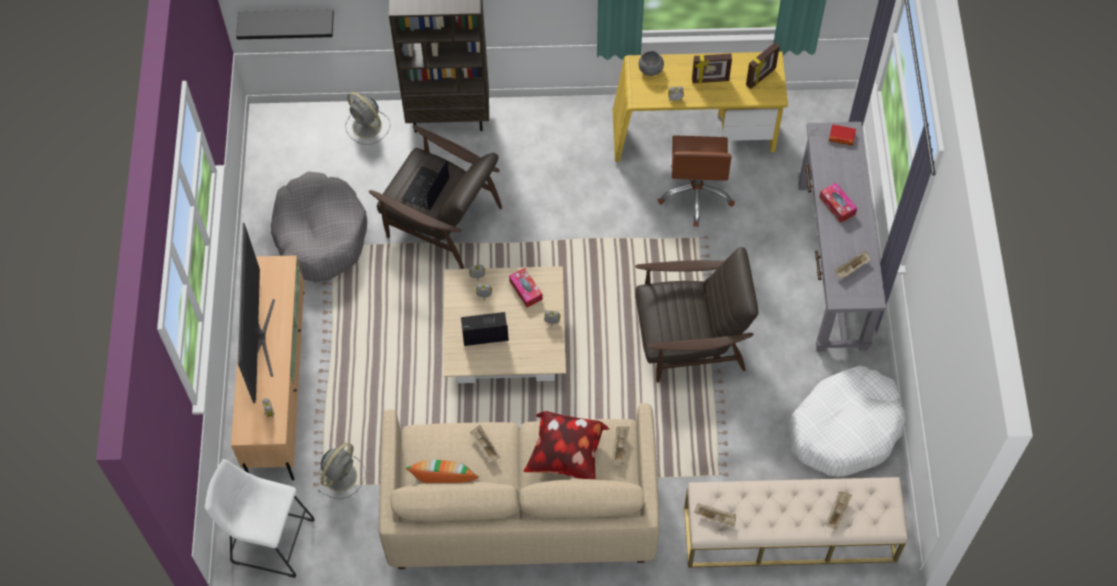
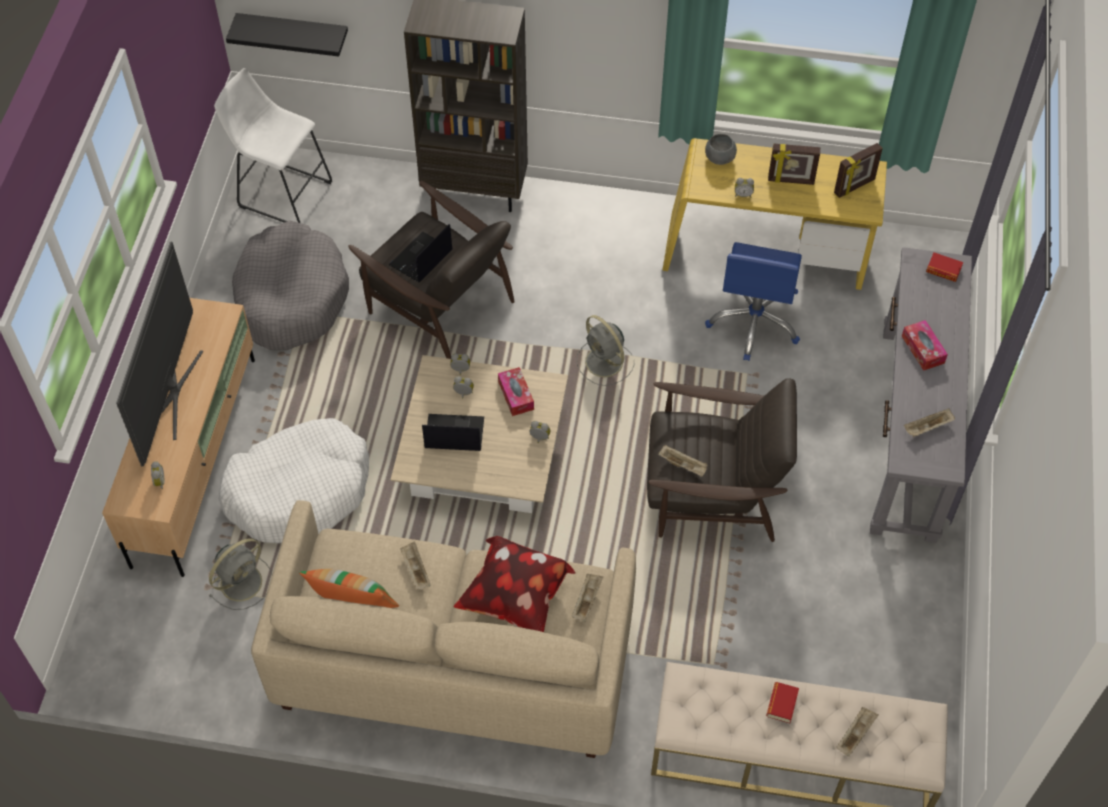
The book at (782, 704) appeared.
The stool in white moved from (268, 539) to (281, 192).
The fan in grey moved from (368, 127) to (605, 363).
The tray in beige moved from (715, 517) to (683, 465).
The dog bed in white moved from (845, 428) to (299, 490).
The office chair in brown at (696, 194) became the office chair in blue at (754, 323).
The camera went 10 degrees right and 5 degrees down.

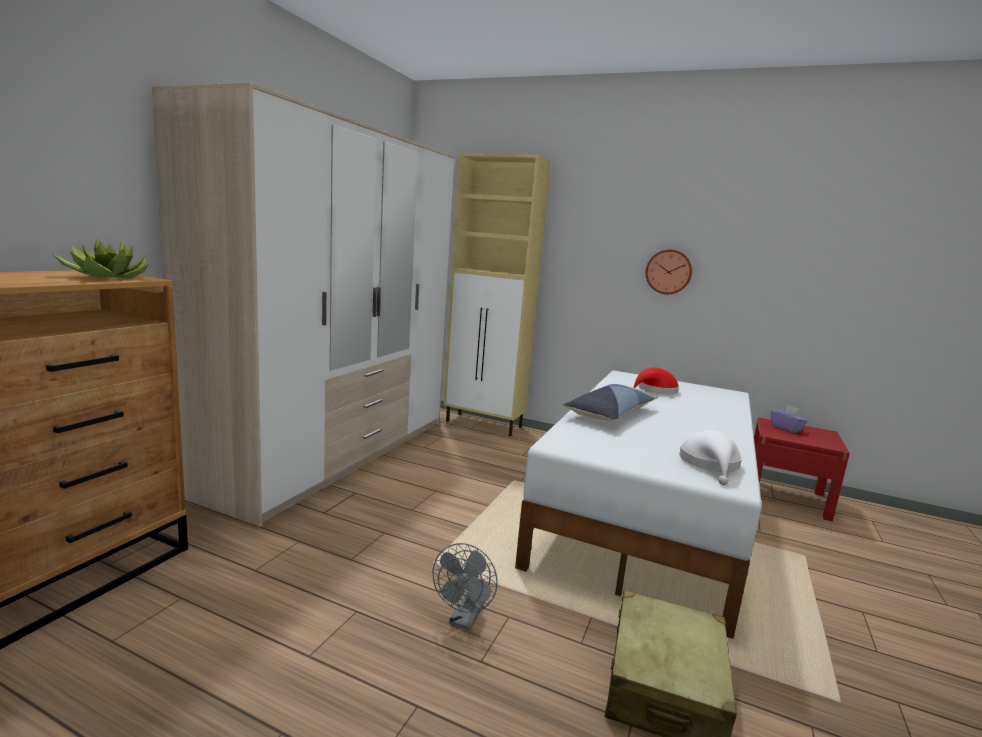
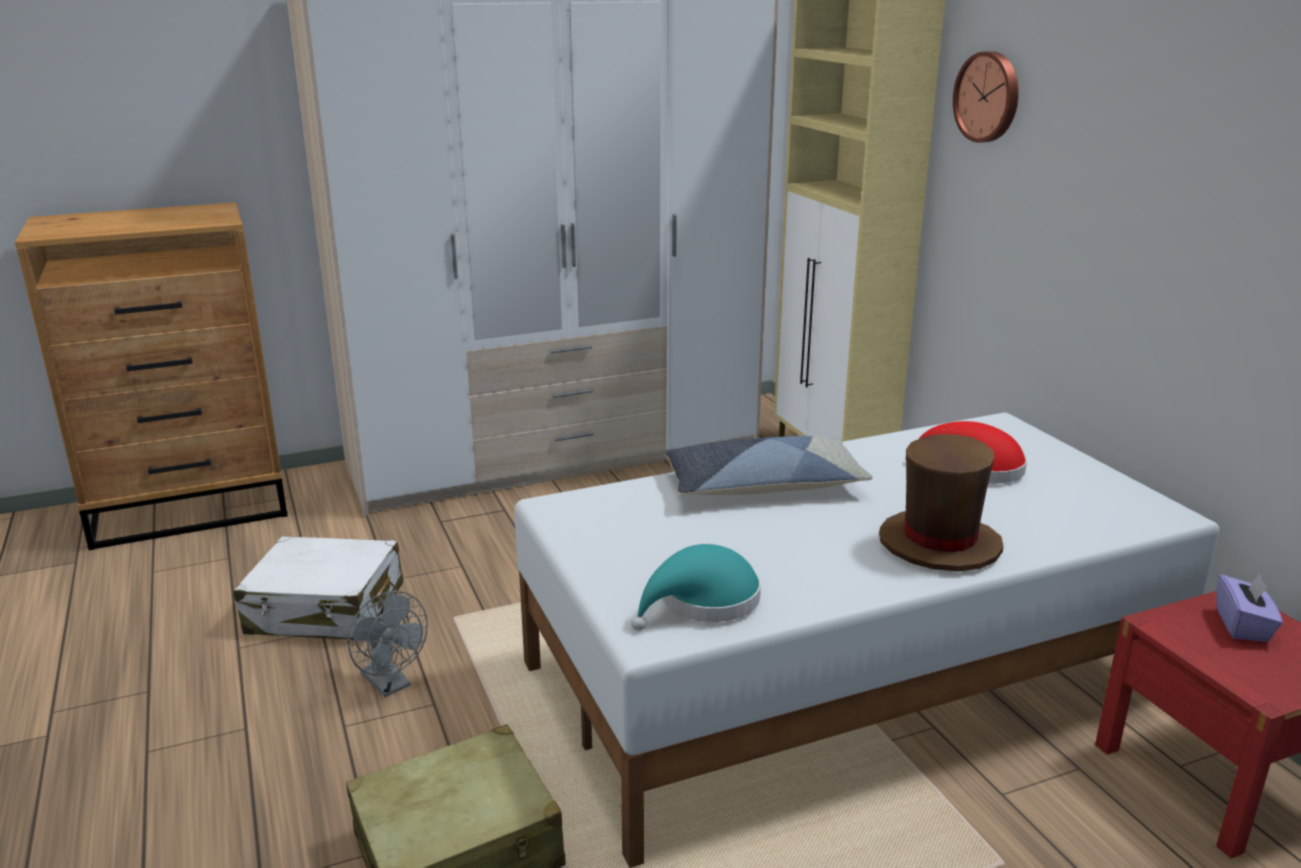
The potted plant at (107, 277) disappeared.
The suitcase in white at (326, 609) appeared.
The hat in brown at (939, 544) appeared.
The wall clock moved from (668, 271) to (989, 97).
The hat in white at (710, 464) became the hat in turquoise at (703, 602).
The fan in grey at (464, 620) turned 105 degrees counterclockwise.
The camera went 45 degrees right and 10 degrees up.

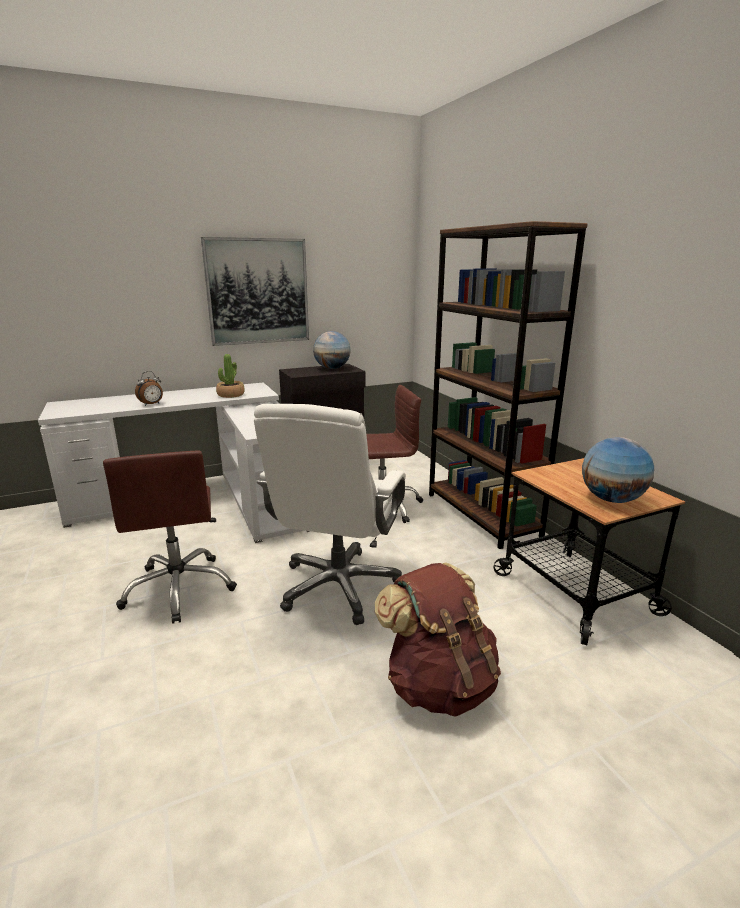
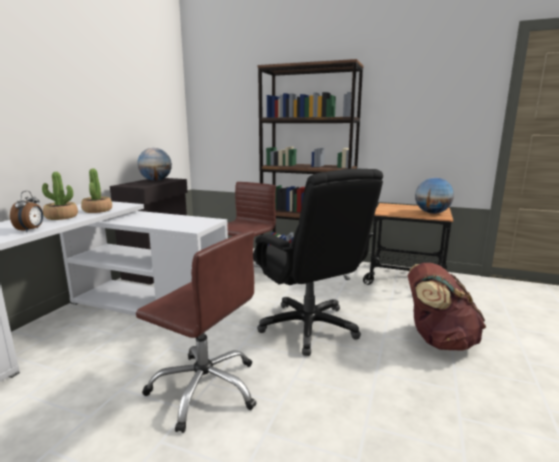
The picture at (258, 291) disappeared.
The potted plant at (61, 217) appeared.
The office chair in white at (339, 586) became the office chair in black at (309, 327).
The camera went 45 degrees left and 5 degrees down.

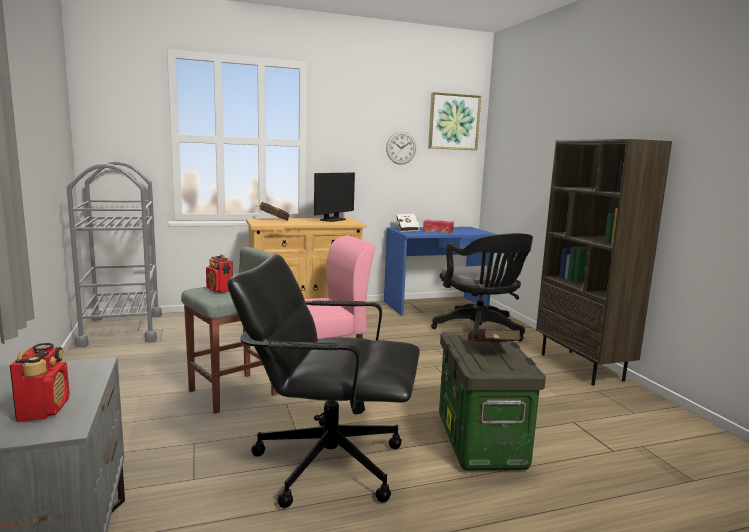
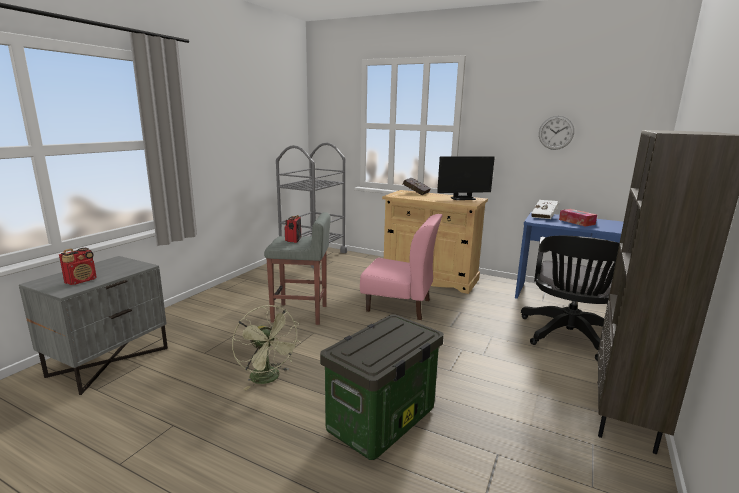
The picture at (453, 122) disappeared.
The book in red at (492, 350) disappeared.
The office chair in black at (327, 462) was replaced by the fan in green at (269, 379).
The camera went 45 degrees right and 5 degrees up.

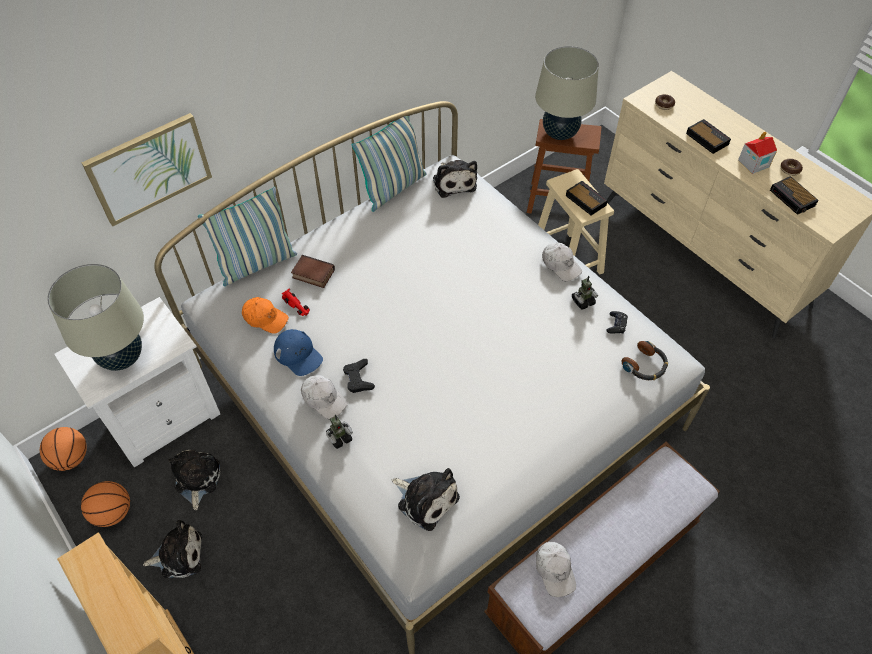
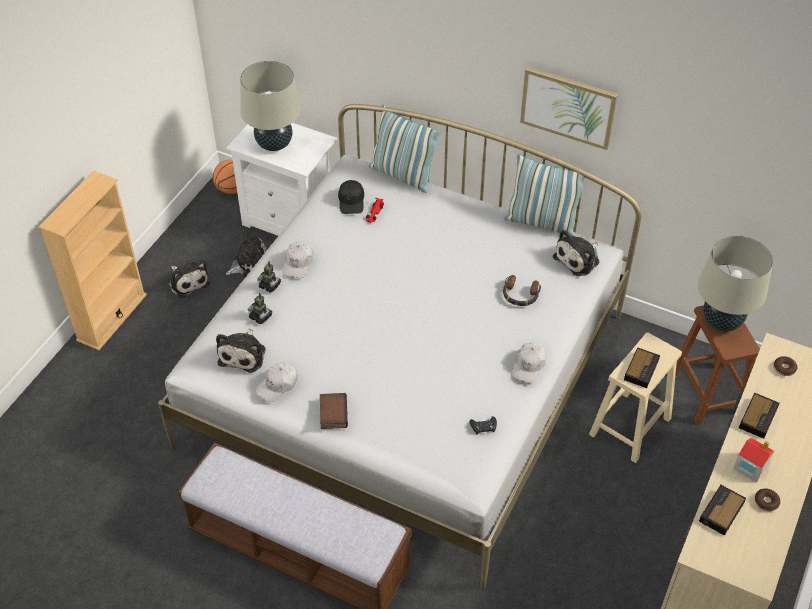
The basketball at (113, 513) disappeared.
The cap in blue at (298, 355) disappeared.
The game controller in black at (358, 378) disappeared.
The picture moved from (149, 168) to (568, 107).
The book moved from (312, 274) to (332, 413).
The cap in white moved from (555, 570) to (278, 385).
The toy robot moved from (583, 301) to (261, 317).
The headphones moved from (645, 365) to (520, 295).
The cap in orange at (265, 318) became the cap in black at (351, 201).
The camera went 65 degrees right and 5 degrees down.

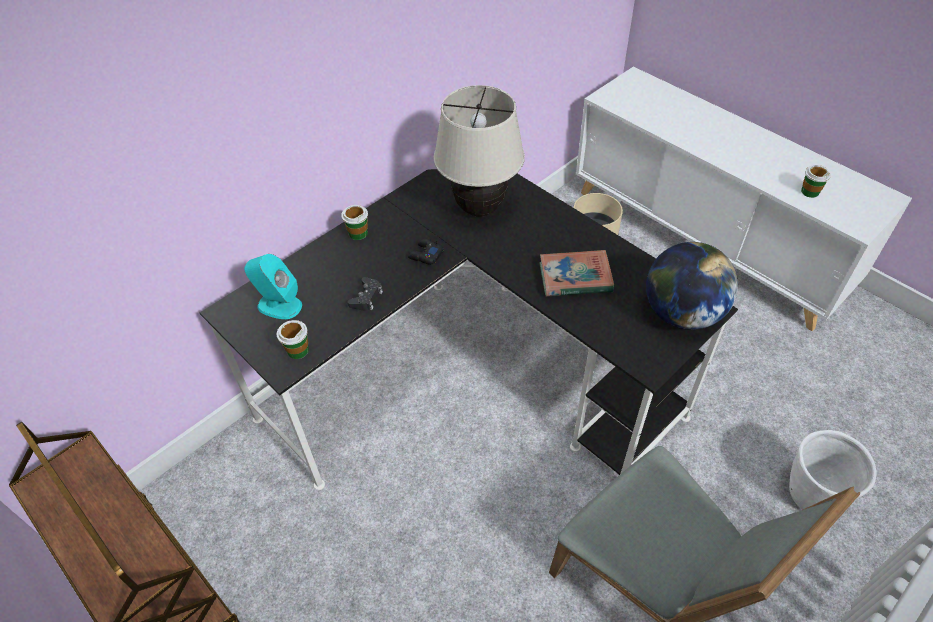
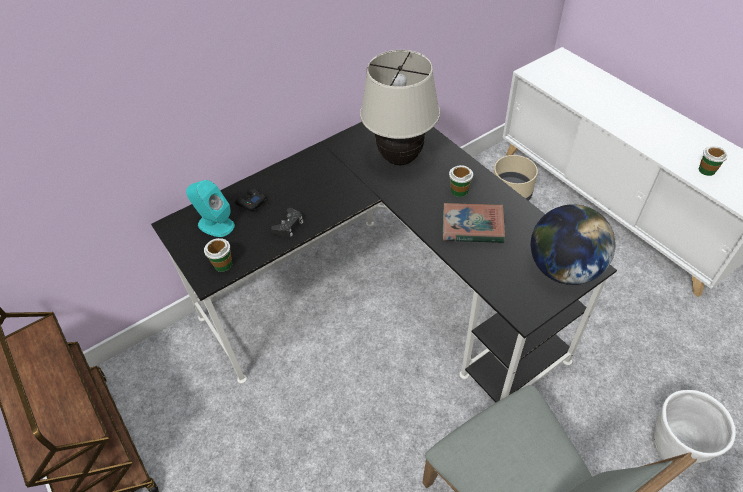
The cup moved from (358, 233) to (459, 190).
The game controller in black moved from (425, 255) to (250, 202).
The camera went 10 degrees right and 0 degrees up.

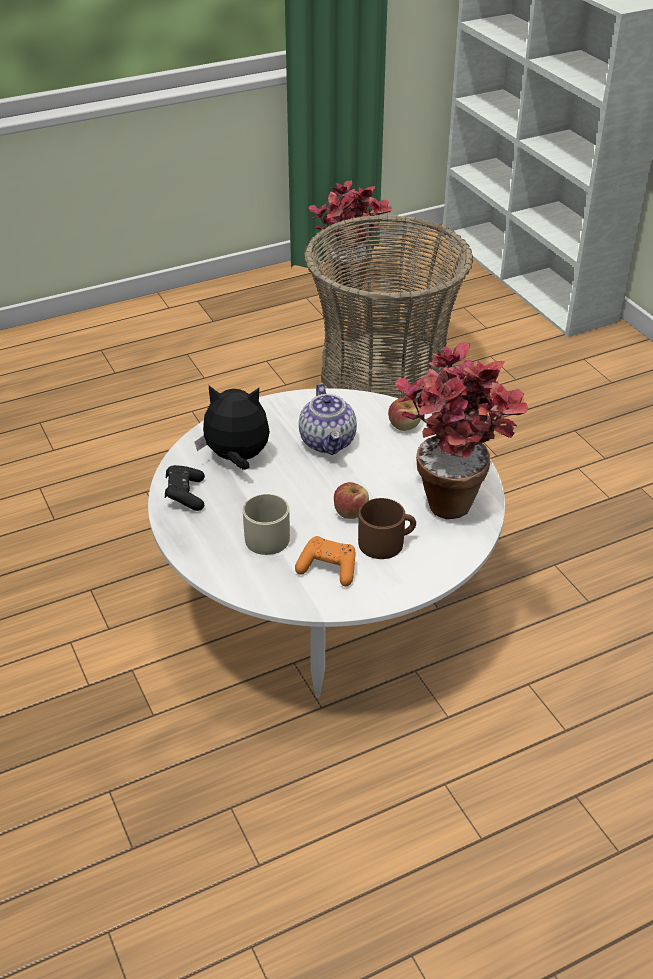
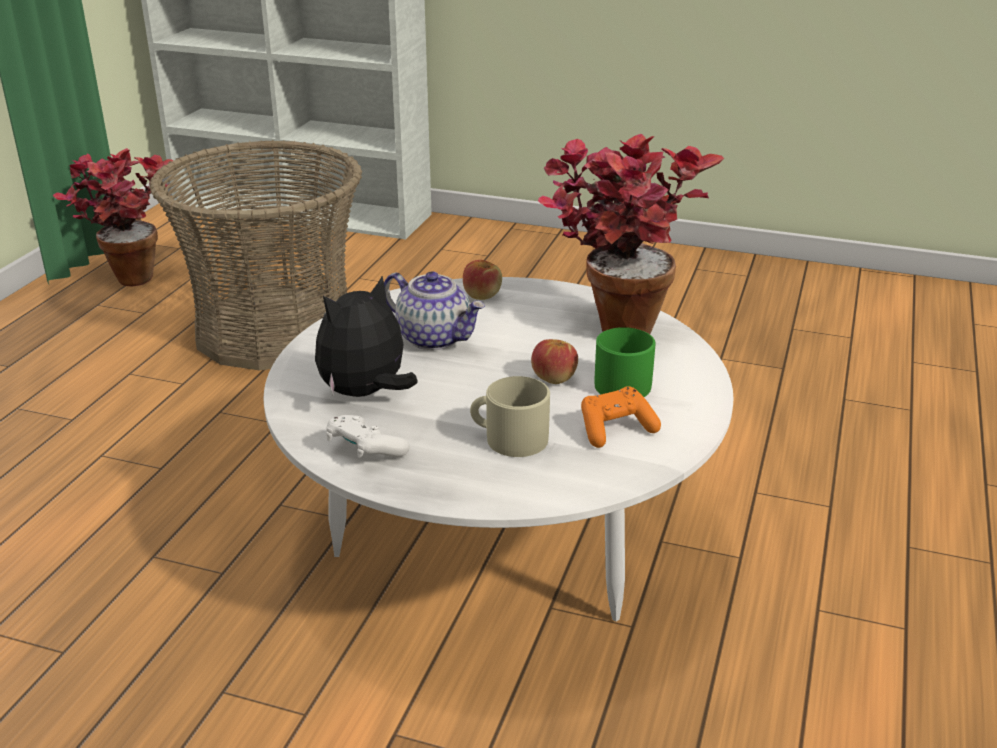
The game controller in black at (185, 495) became the game controller in white at (365, 451).
The mug in brown at (386, 542) became the mug in green at (626, 382).
The camera went 45 degrees left and 10 degrees down.

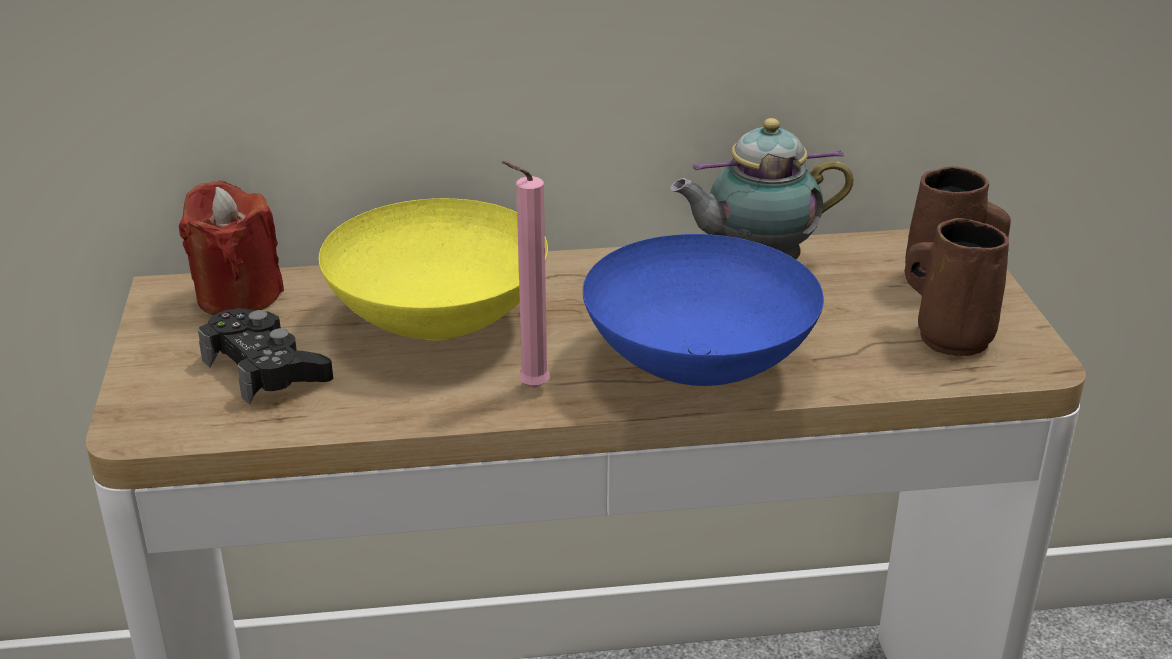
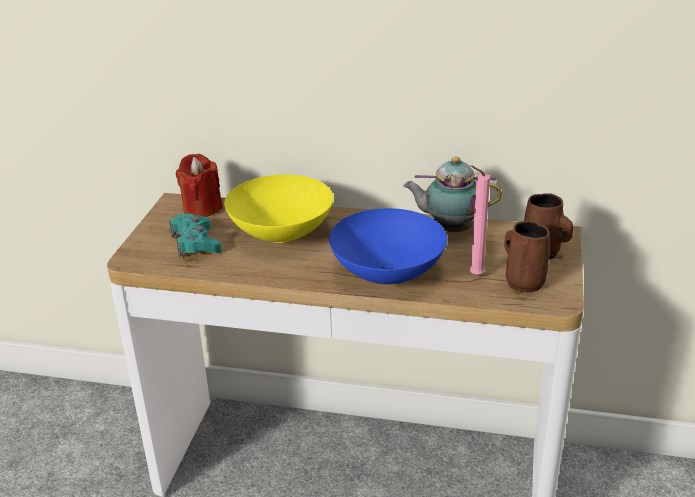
The candle in pink moved from (529, 388) to (474, 275).
The game controller in black at (266, 368) became the game controller in turquoise at (195, 243).
The camera went 20 degrees right and 0 degrees up.

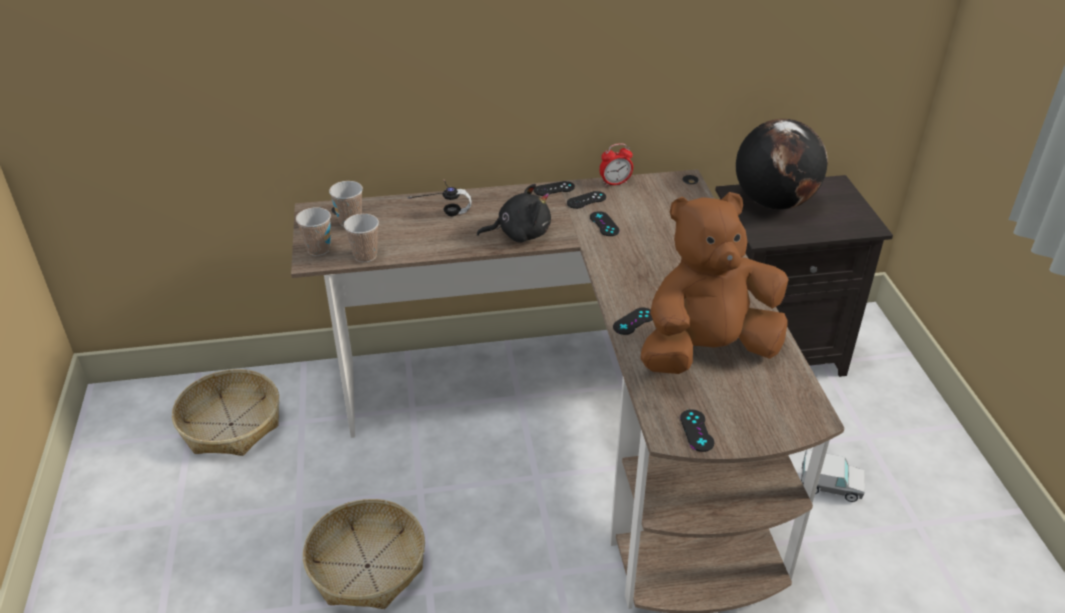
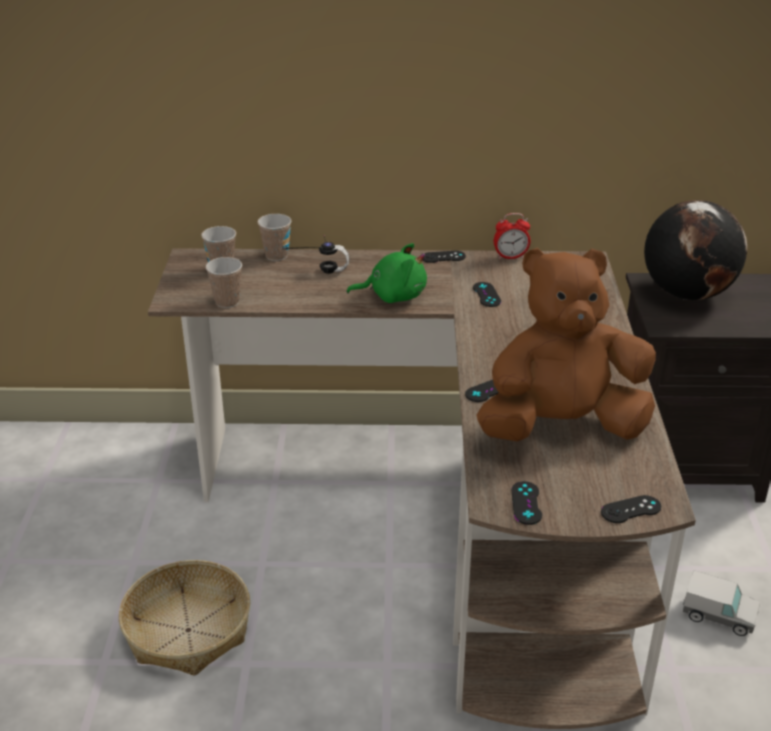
The basket at (231, 425) disappeared.
The cup moved from (318, 249) to (276, 255).
The game controller in black moved from (586, 200) to (631, 509).
The plush toy in black at (520, 234) became the plush toy in green at (393, 296).
The camera went 10 degrees right and 5 degrees down.

